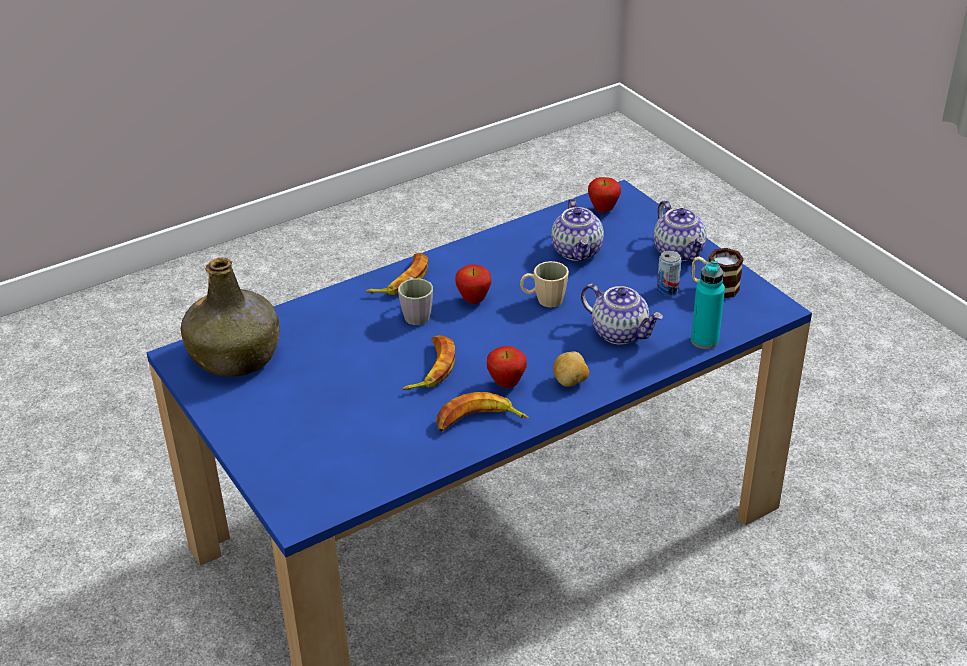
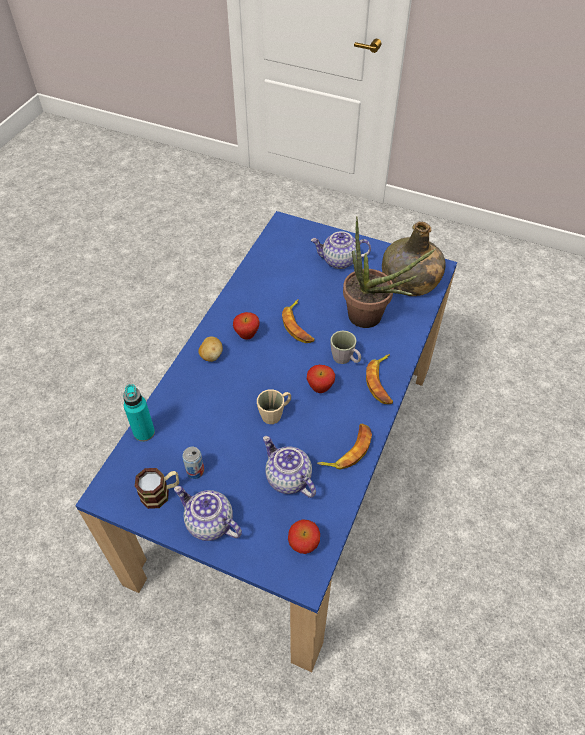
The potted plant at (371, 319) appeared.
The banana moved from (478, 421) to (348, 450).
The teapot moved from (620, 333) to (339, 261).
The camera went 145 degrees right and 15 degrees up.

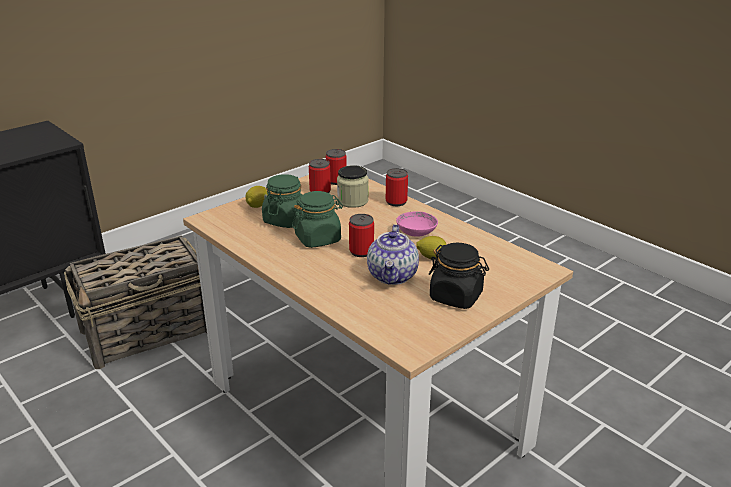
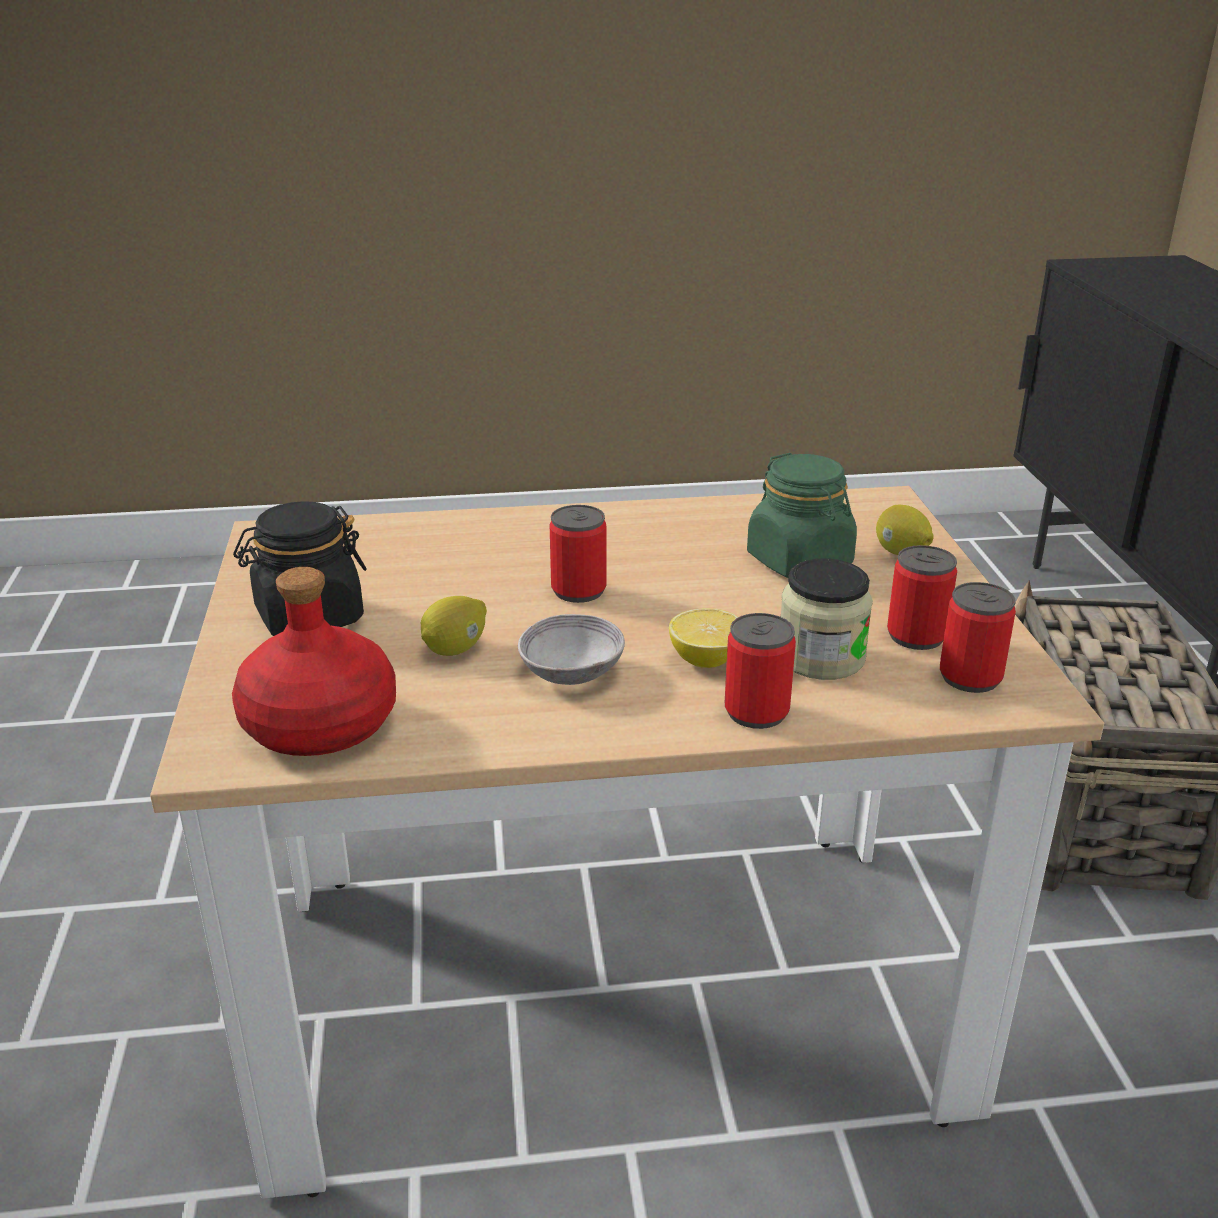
The jar in green at (318, 239) disappeared.
The teapot at (393, 276) disappeared.
The bottle in red at (320, 726) appeared.
The lemon at (706, 659) appeared.
The bowl in pink at (416, 233) became the bowl in grey at (571, 673).
The camera went 125 degrees right and 0 degrees up.

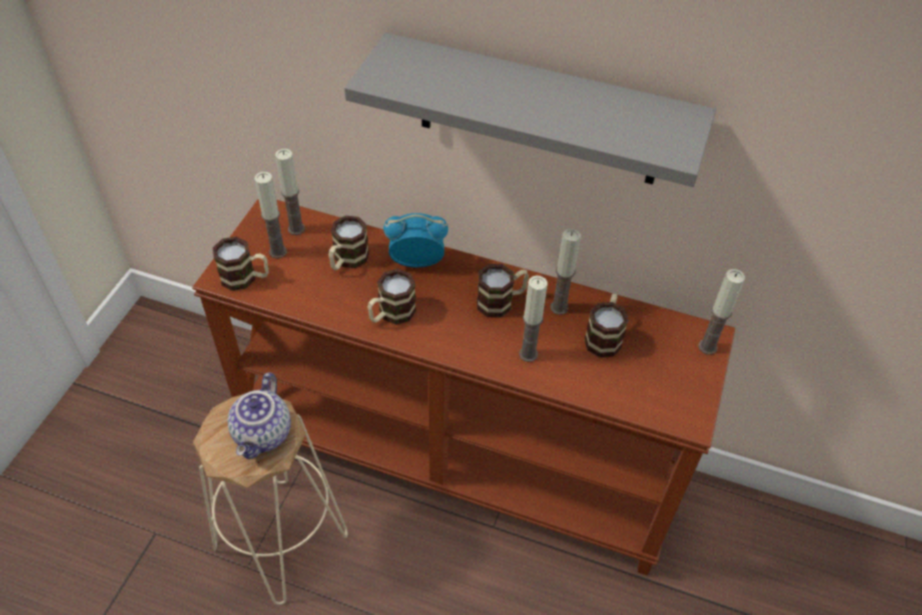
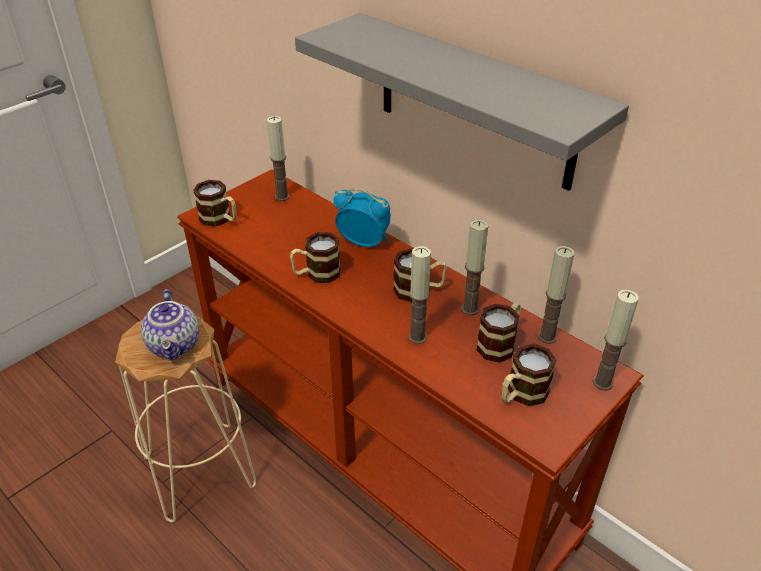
The candle moved from (278, 252) to (547, 337).
The mug moved from (347, 260) to (521, 394).
The teapot at (264, 435) turned 45 degrees counterclockwise.
The camera went 25 degrees right and 10 degrees down.

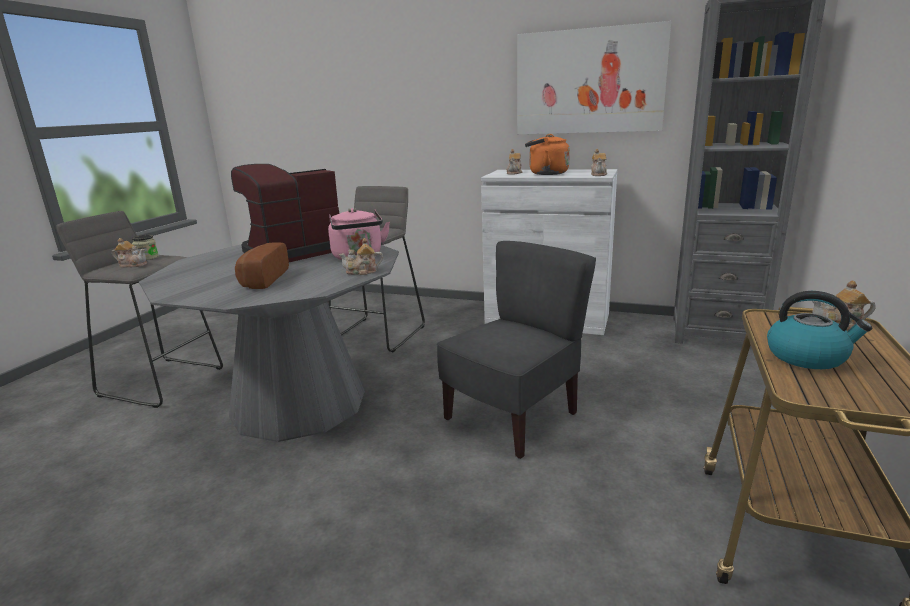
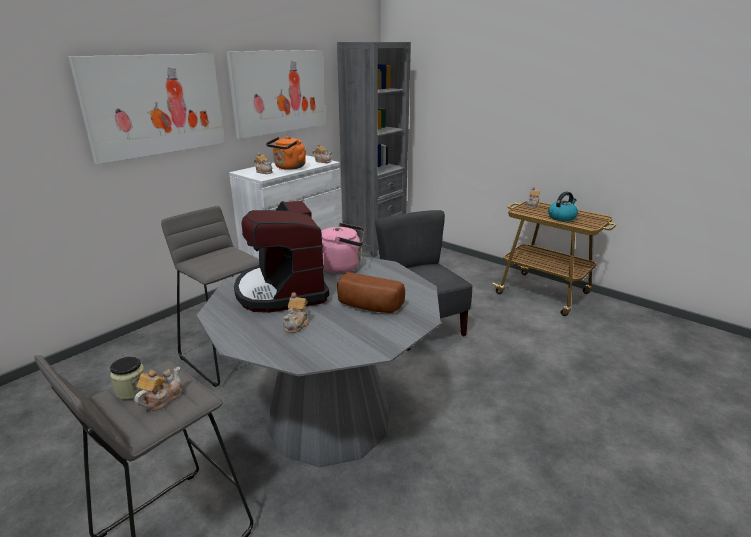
The picture at (155, 105) appeared.
The teapot moved from (362, 272) to (297, 324).
The camera went 70 degrees left and 5 degrees up.

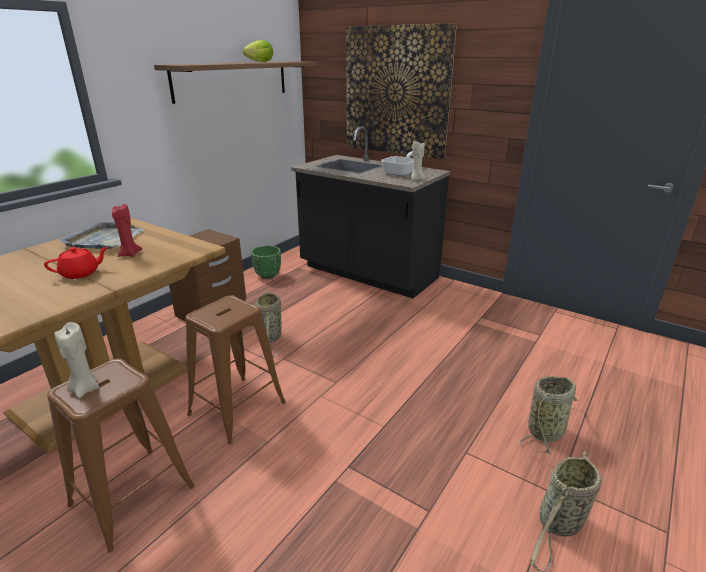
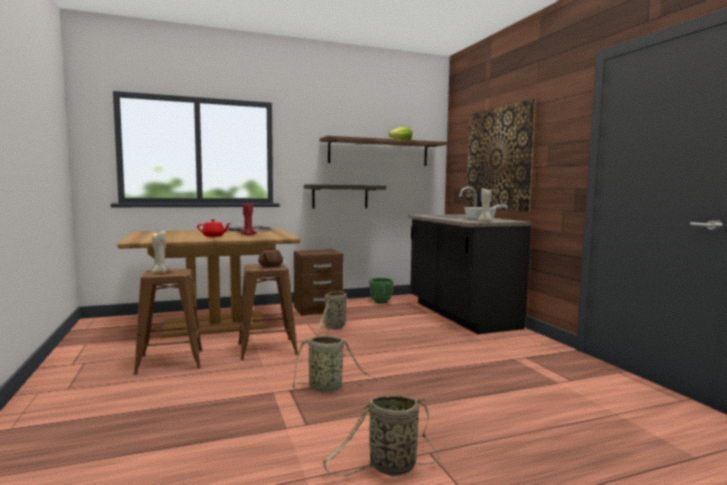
The teapot in brown at (270, 266) appeared.
The shelf at (340, 196) appeared.
The basket moved from (547, 430) to (328, 388).
The camera went 35 degrees right and 20 degrees down.

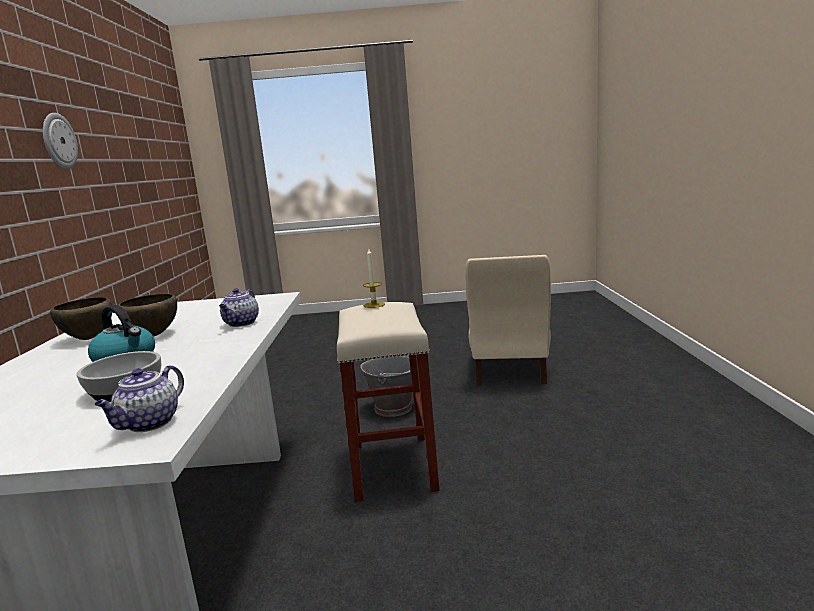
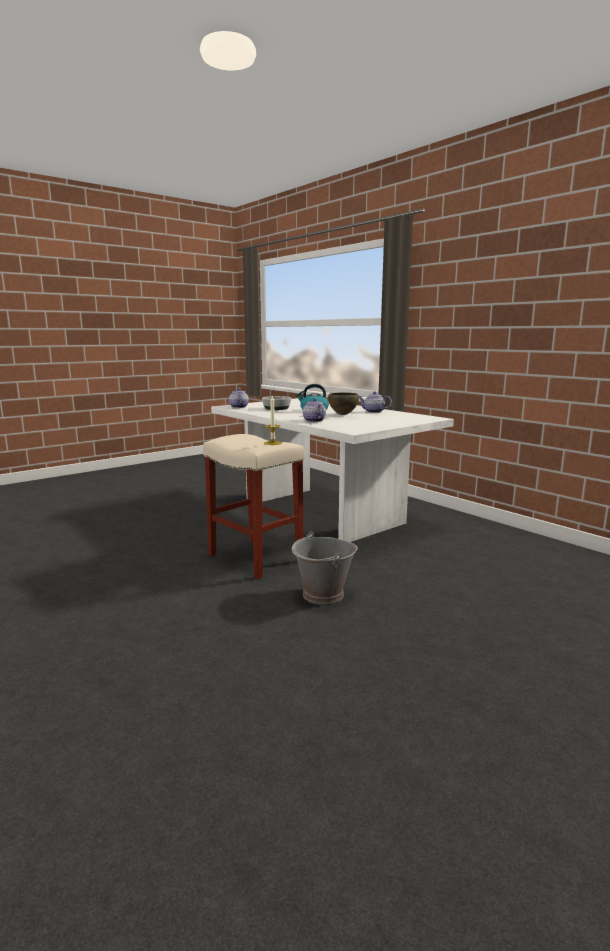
The wall clock at (59, 141) disappeared.
The chair in beige at (509, 370) disappeared.
The bowl in brown at (89, 338) was replaced by the teapot at (373, 412).
The camera went 140 degrees right and 0 degrees up.

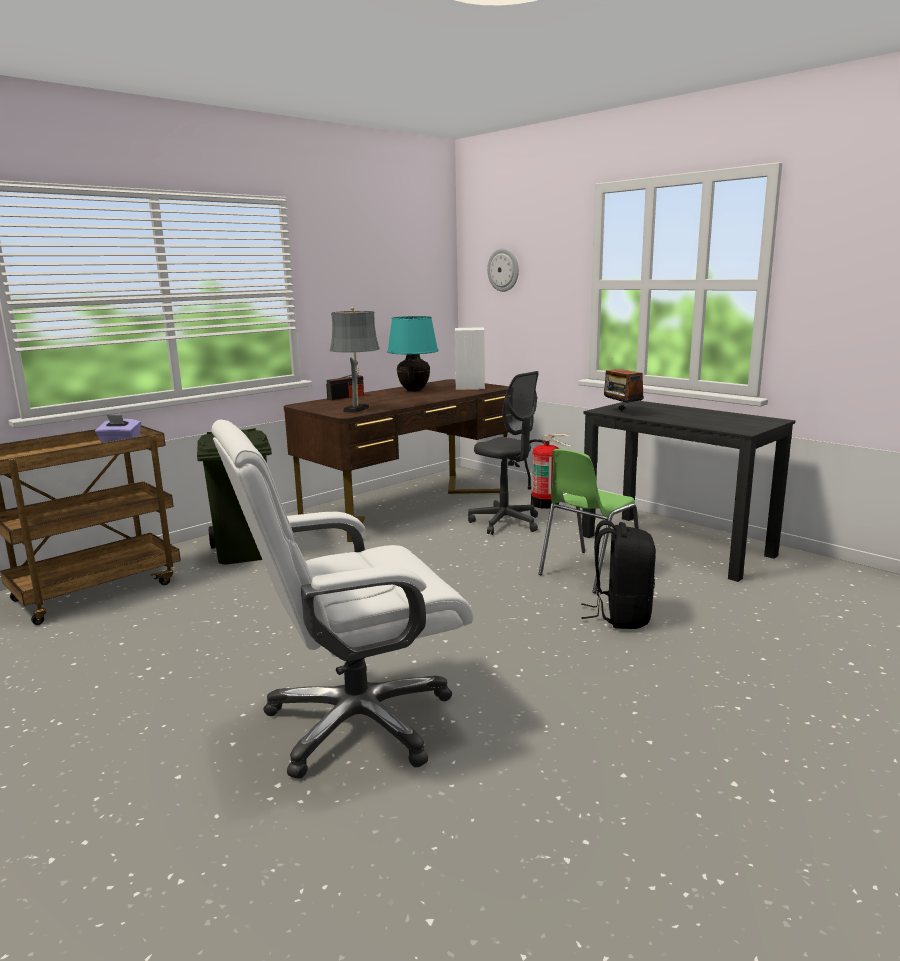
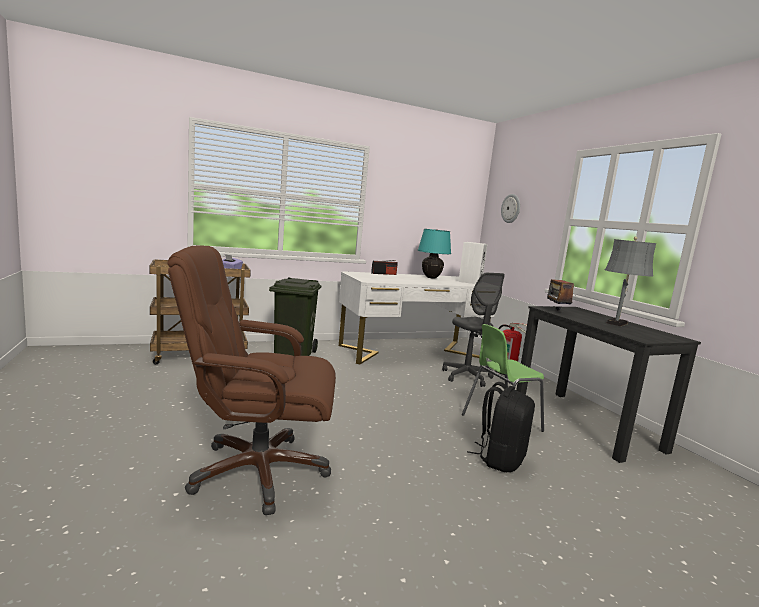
The table lamp in grey moved from (358, 409) to (618, 323).
The office chair in white at (356, 722) became the office chair in brown at (257, 471).
The desk in brown at (408, 505) became the desk in white at (412, 352).
The camera went 20 degrees right and 5 degrees down.

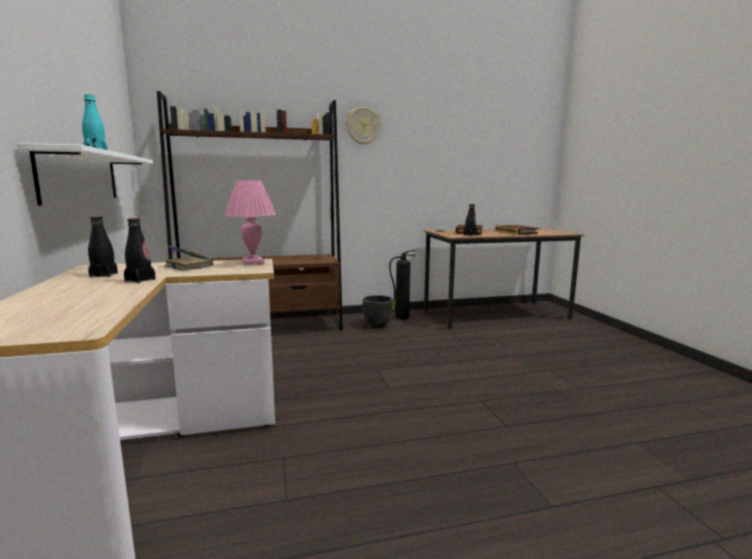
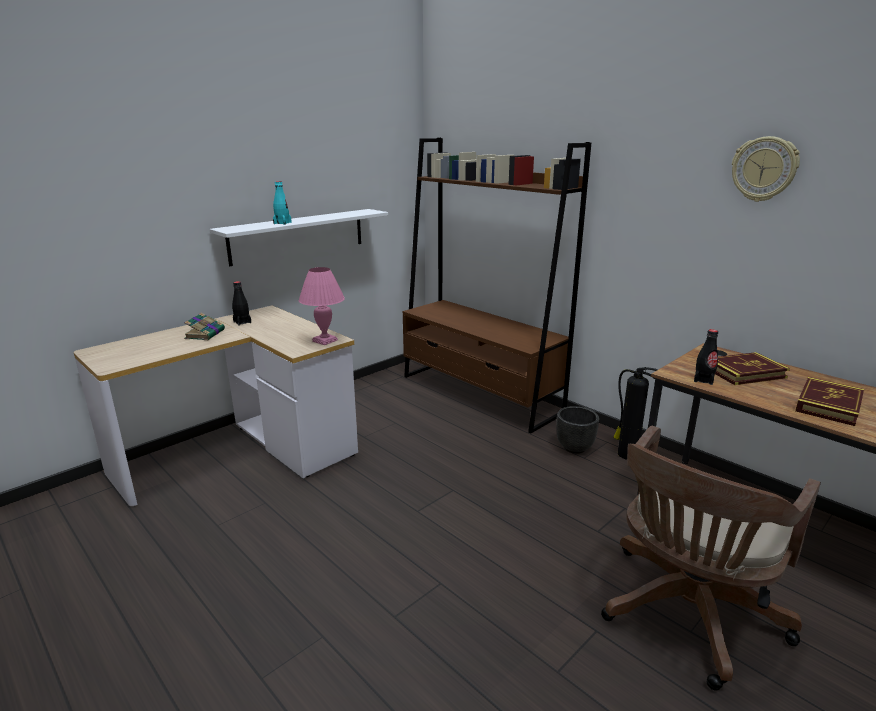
The bottle in black at (140, 280) disappeared.
The office chair in brown at (686, 615) appeared.
The book moved from (188, 266) to (205, 334).
The wall clock moved from (363, 126) to (764, 169).
The camera went 60 degrees right and 10 degrees up.

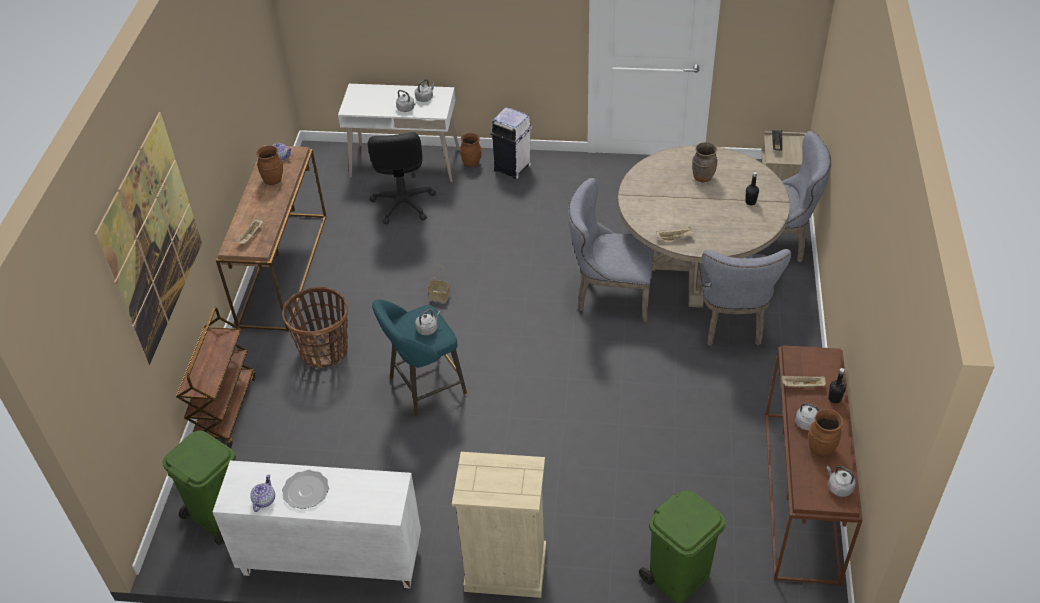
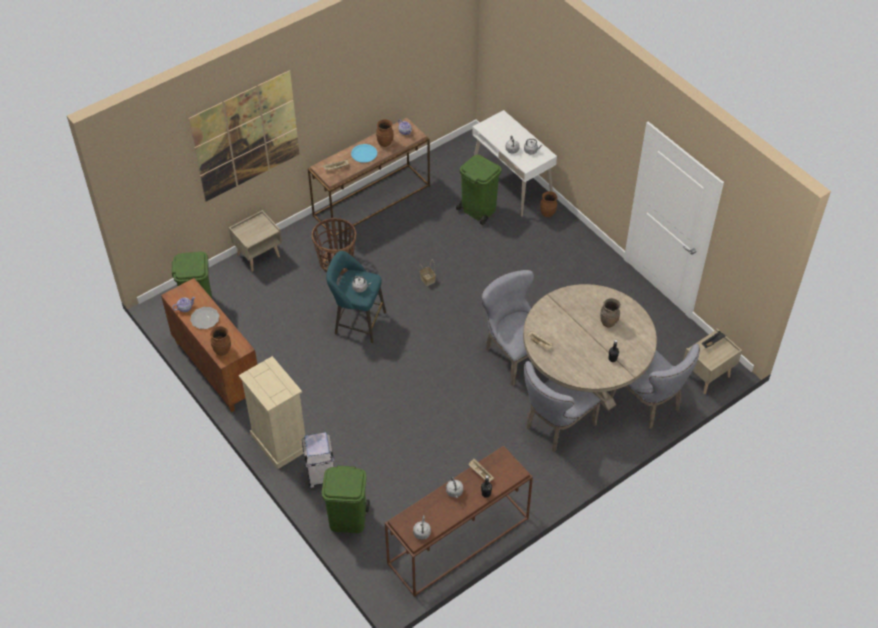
The plate in blue at (364, 154) appeared.
The trash can in white moved from (512, 167) to (320, 476).
The vase in brown moved from (820, 448) to (222, 350).
The cart in brown at (225, 409) was replaced by the nightstand in beige at (258, 255).
The office chair in black at (403, 204) was replaced by the trash can in green at (478, 210).
The cabinet in white at (330, 560) became the cabinet in brown at (216, 368).
The camera went 45 degrees right and 5 degrees up.

